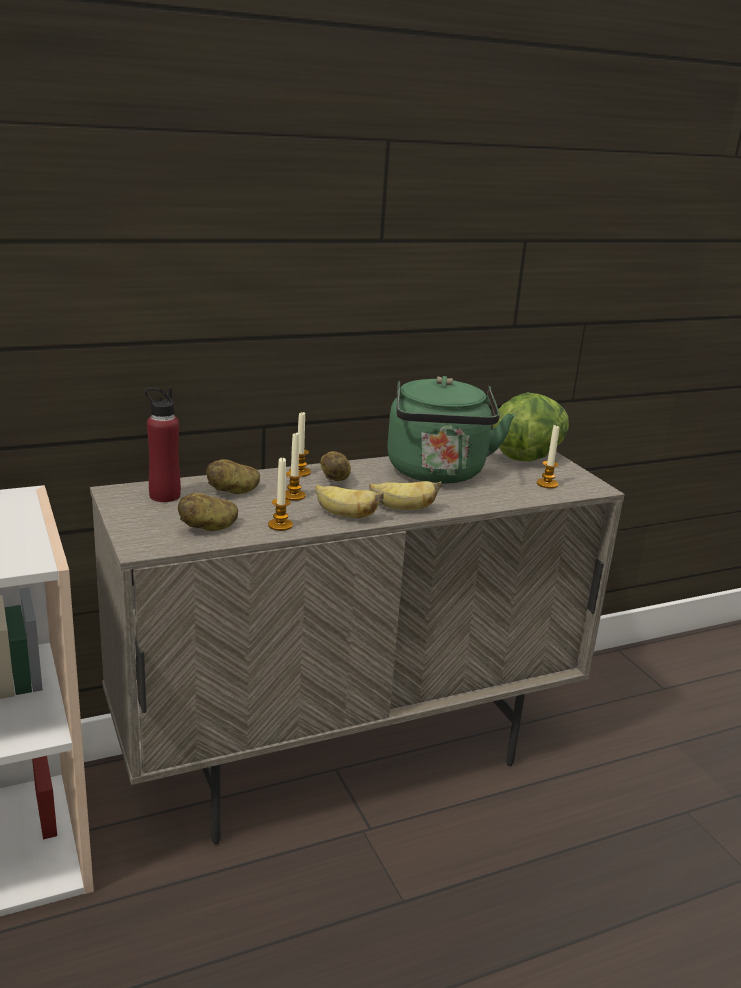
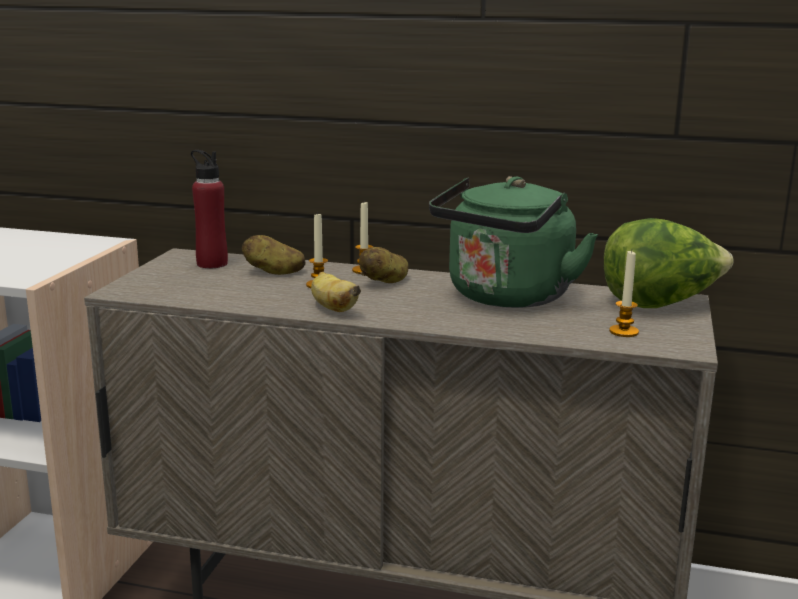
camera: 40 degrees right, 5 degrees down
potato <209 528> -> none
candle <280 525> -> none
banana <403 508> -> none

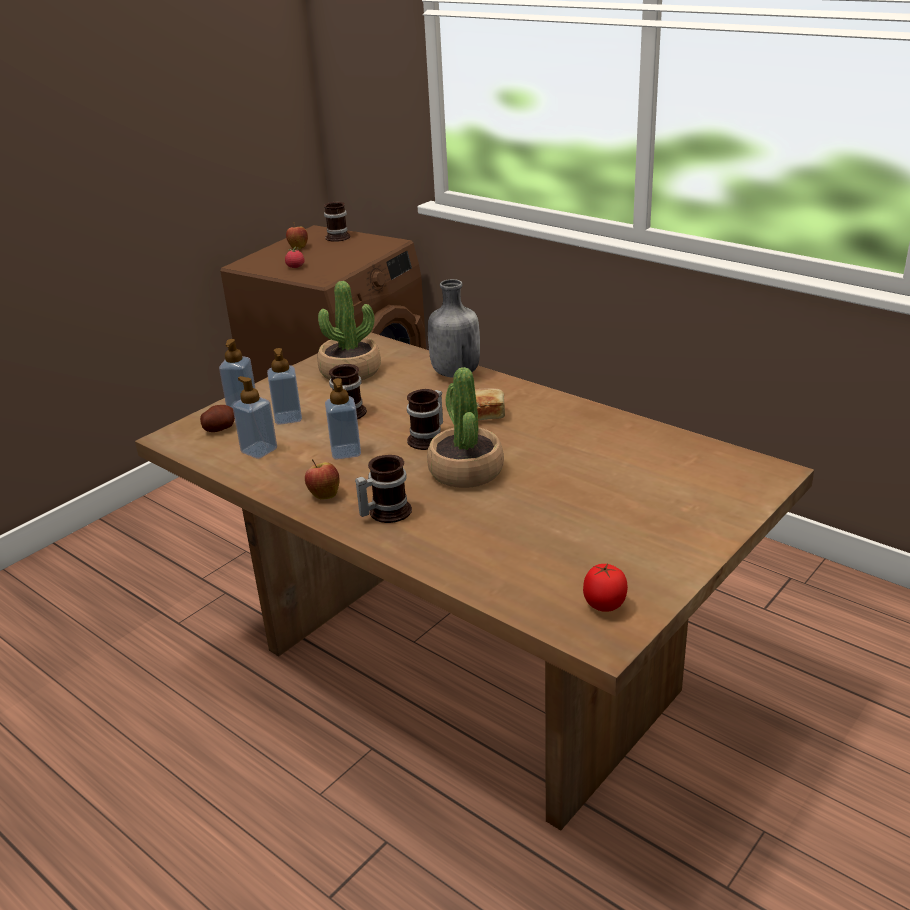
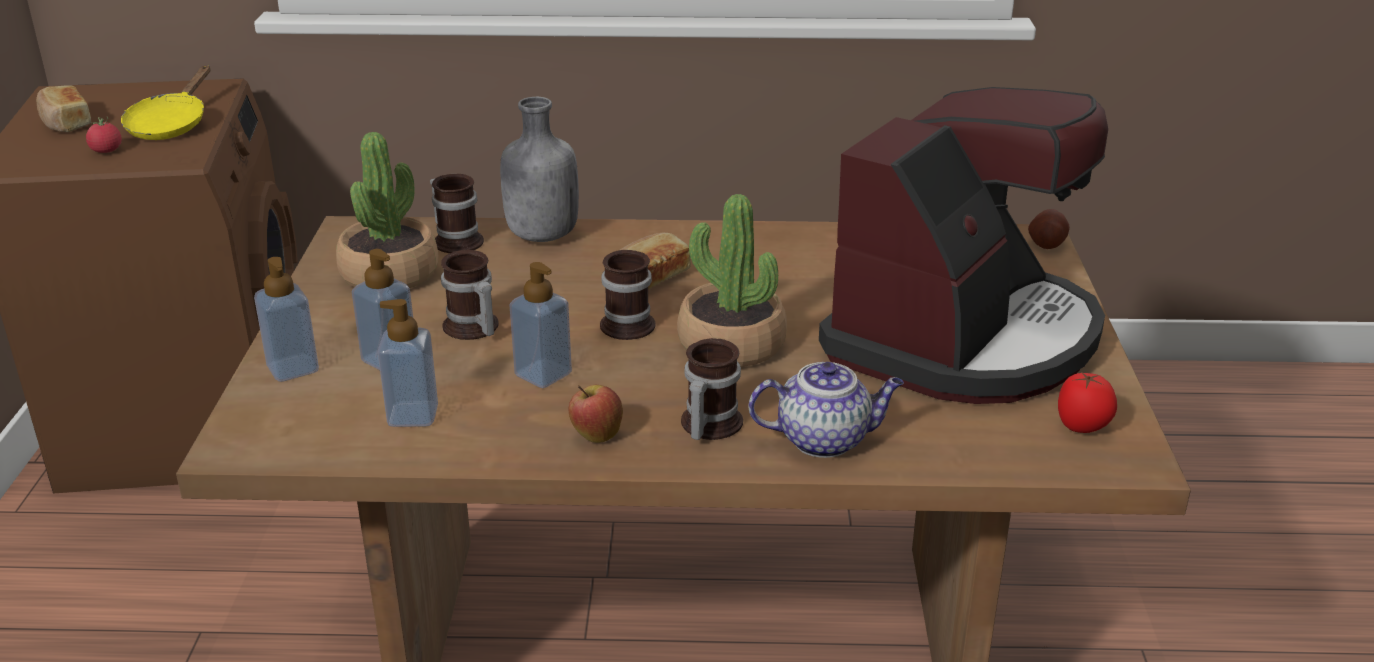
camera: 40 degrees left, 0 degrees up
potato <220 428> -> potato <1046 243>, move
apple <298 247> -> bread <65 123>
mug <339 236> -> mug <457 240>, move
none -> frying pan/yellow <170 125>
none -> teapot <825 439>
none -> coffee machine <964 338>

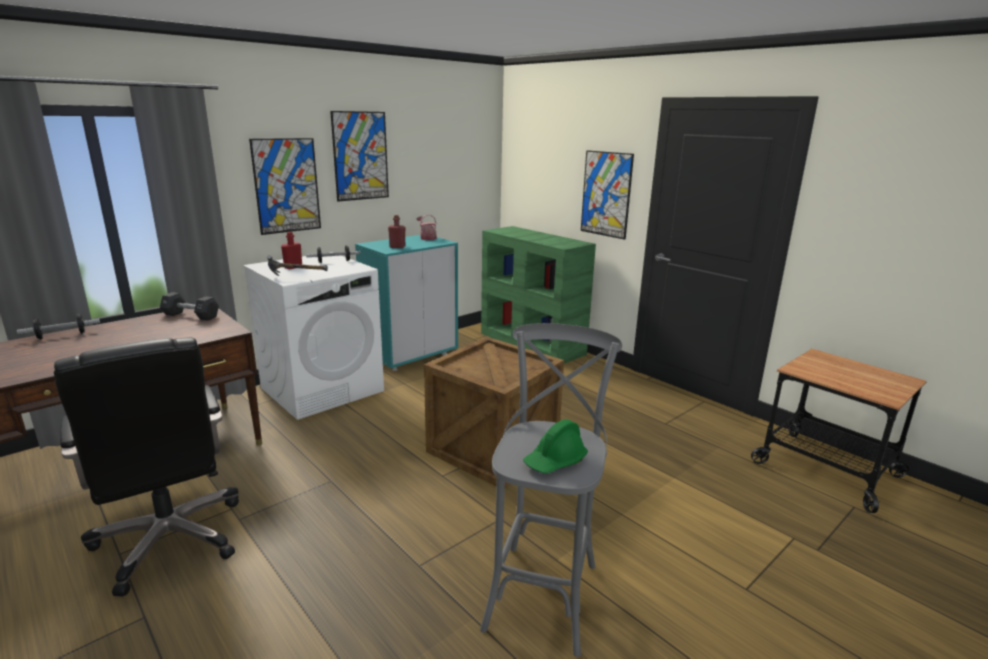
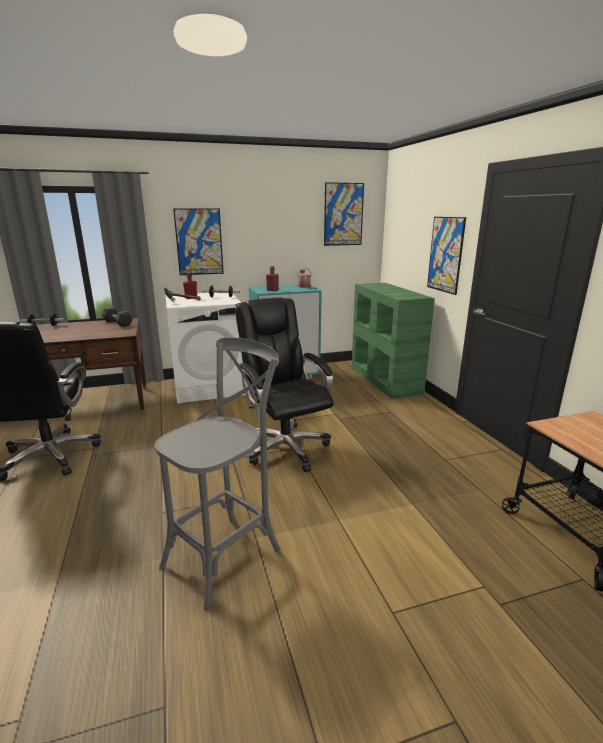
camera: 25 degrees right, 0 degrees up
picture <360 156> -> picture <343 214>, move
crate <492 447> -> office chair/black <284 447>
hard hat/green <555 461> -> none

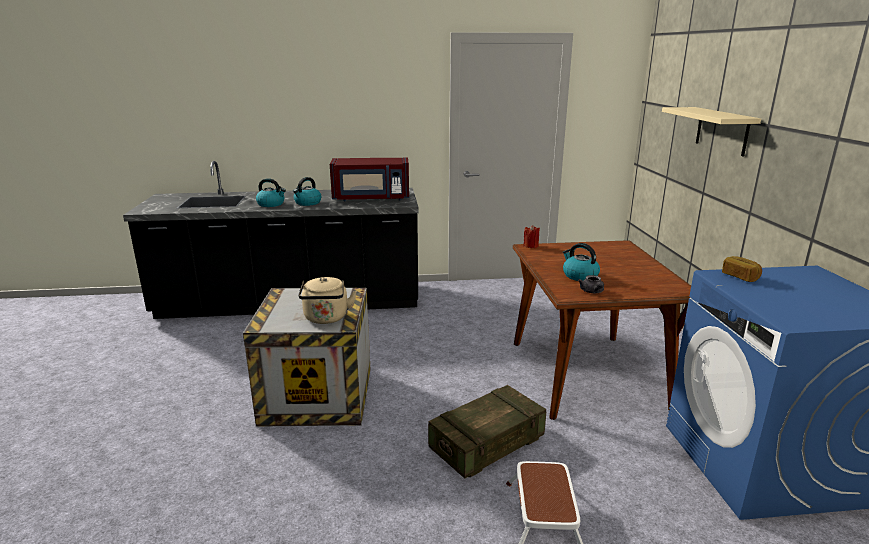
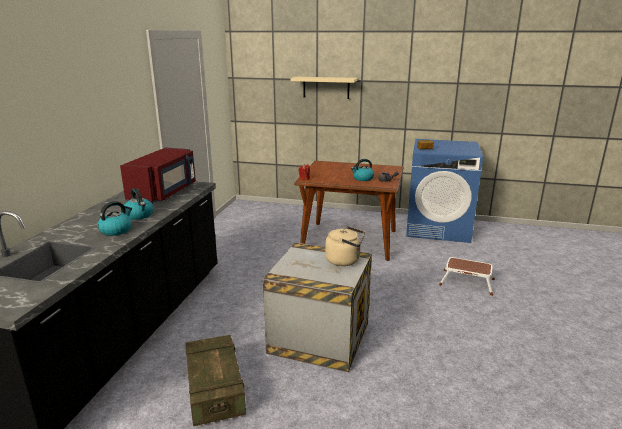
camera: 70 degrees left, 0 degrees up
crate <487 445> -> crate <215 390>, move

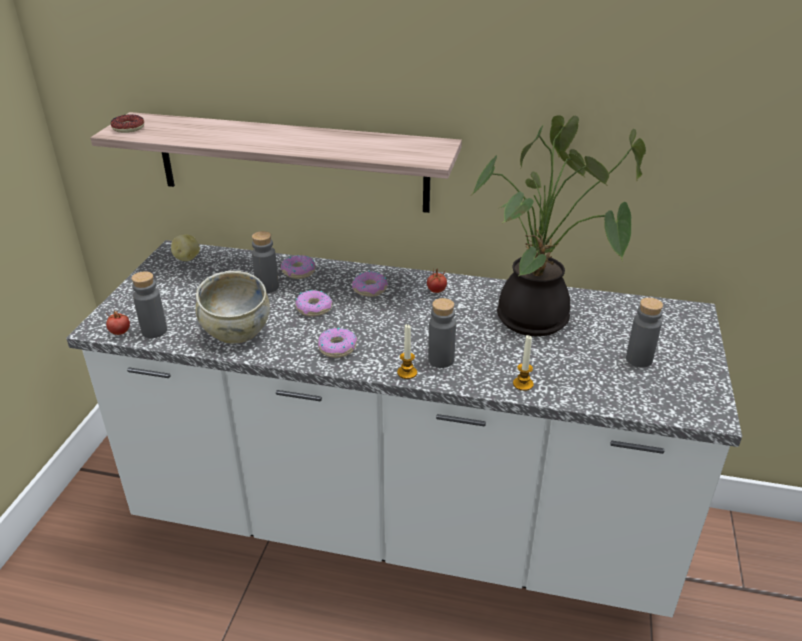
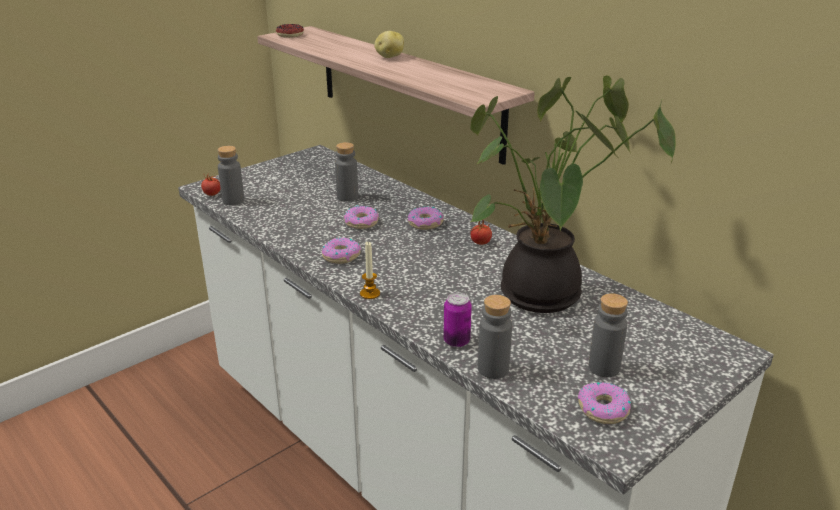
camera: 35 degrees right, 5 degrees down
potato <186 258> -> potato <389 57>, move
bowl/beige <236 331> -> none
donut <298 272> -> donut <603 409>, move
bottle/grey <441 360> -> bottle/grey <493 369>, move
candle <523 384> -> can <456 341>

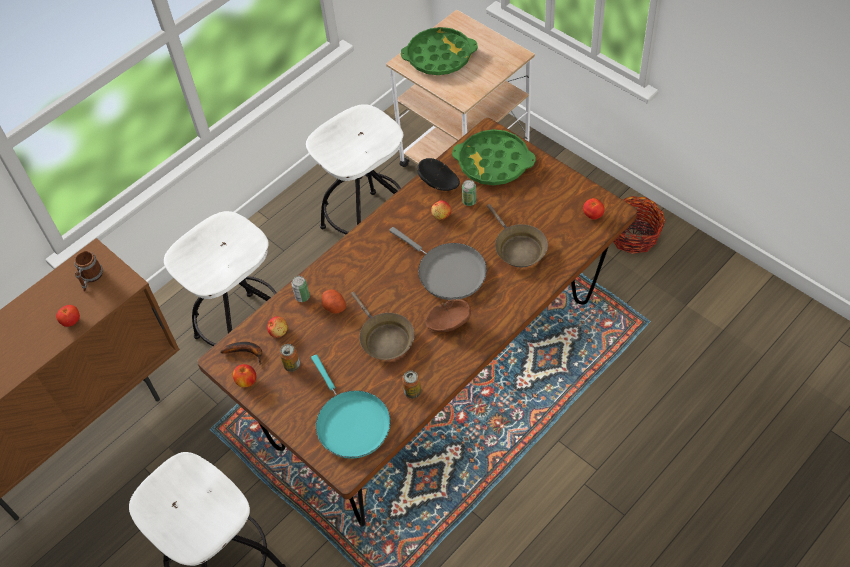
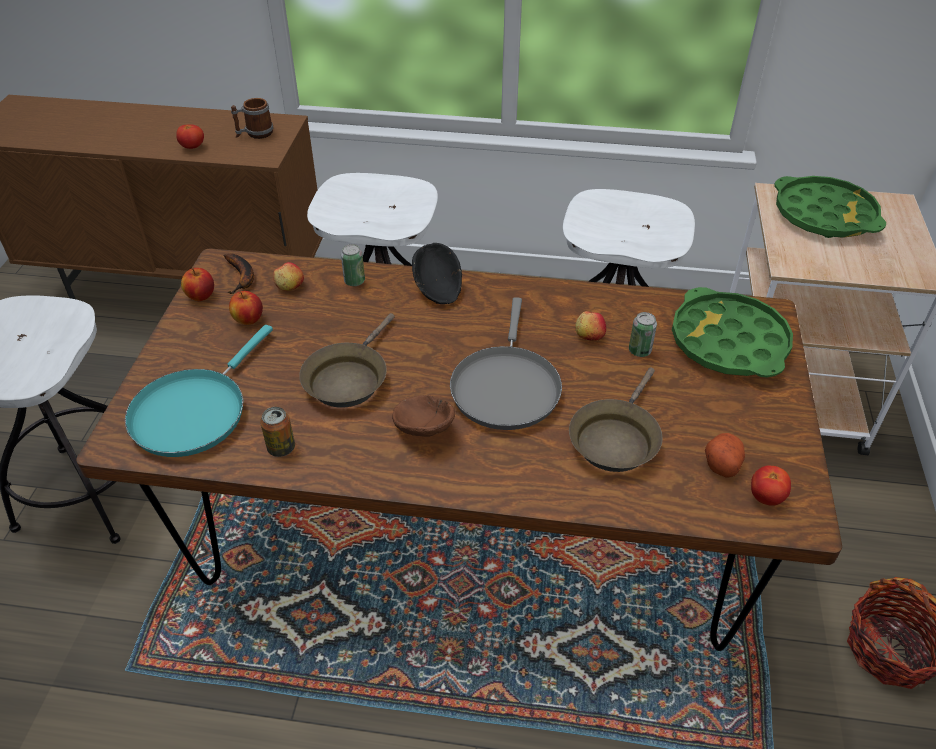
camera: 50 degrees right, 10 degrees down
can <292 365> -> apple <248 320>
potato <333 306> -> potato <721 463>, move
bowl/black <439 183> -> bowl/black <437 289>, move

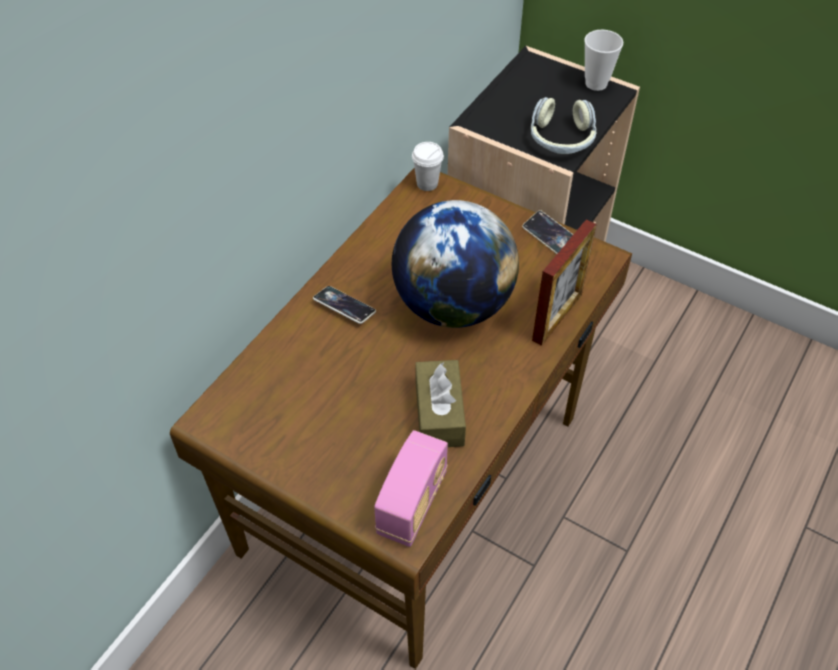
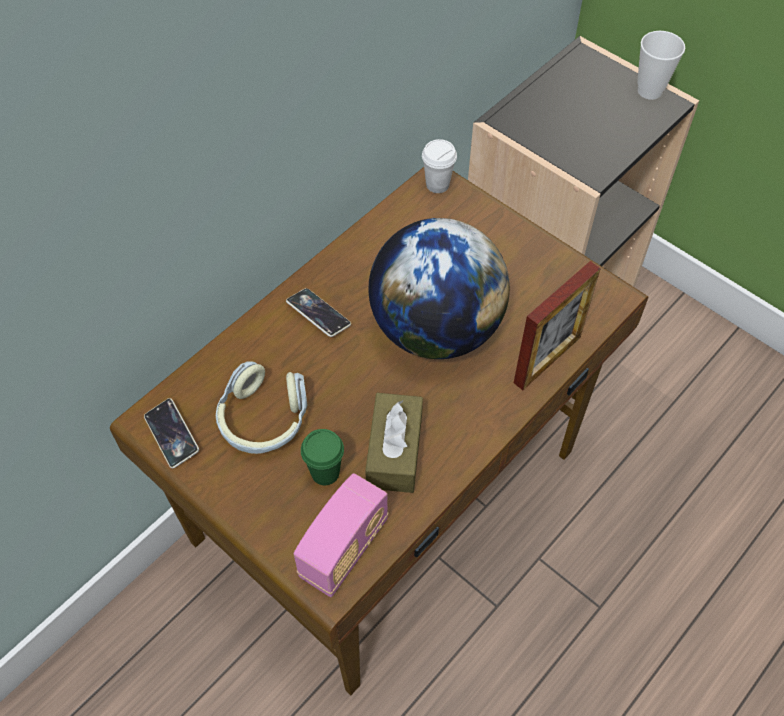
camera: 10 degrees right, 5 degrees up
phone <550 236> -> phone <172 435>, move
headphones <561 139> -> headphones <263 419>, move
none -> cup/green <325 472>

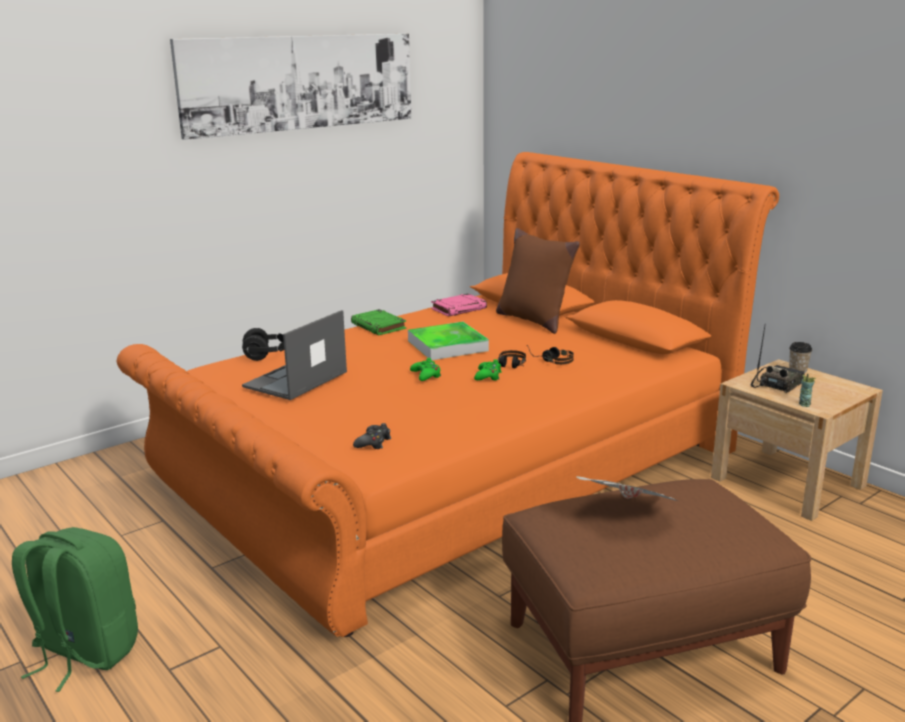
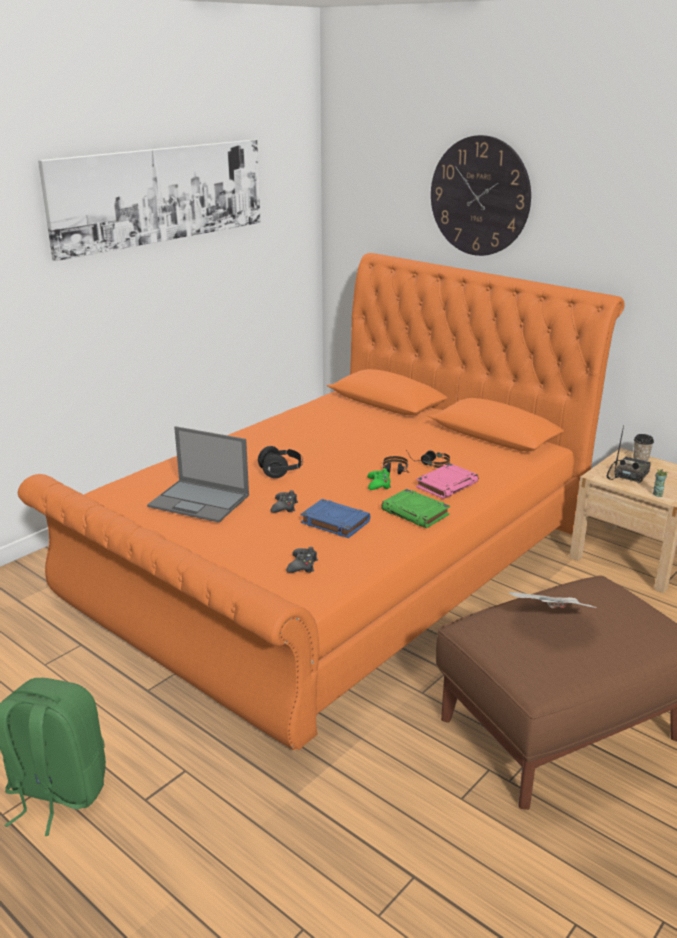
camera: 10 degrees left, 5 degrees up
laptop <295 380> -> laptop <200 501>, 90 degrees counterclockwise
headphones/black <266 355> -> headphones/black <281 472>, move
book/green <379 326> -> book/green <416 513>, move
tray <447 346> -> none
game controller/green <426 375> -> none
book/pink <459 309> -> book/pink <447 485>, move
pillow/brown <533 320> -> none
none -> game controller/black <284 507>
none -> book/blue <334 522>
none -> wall clock <479 196>

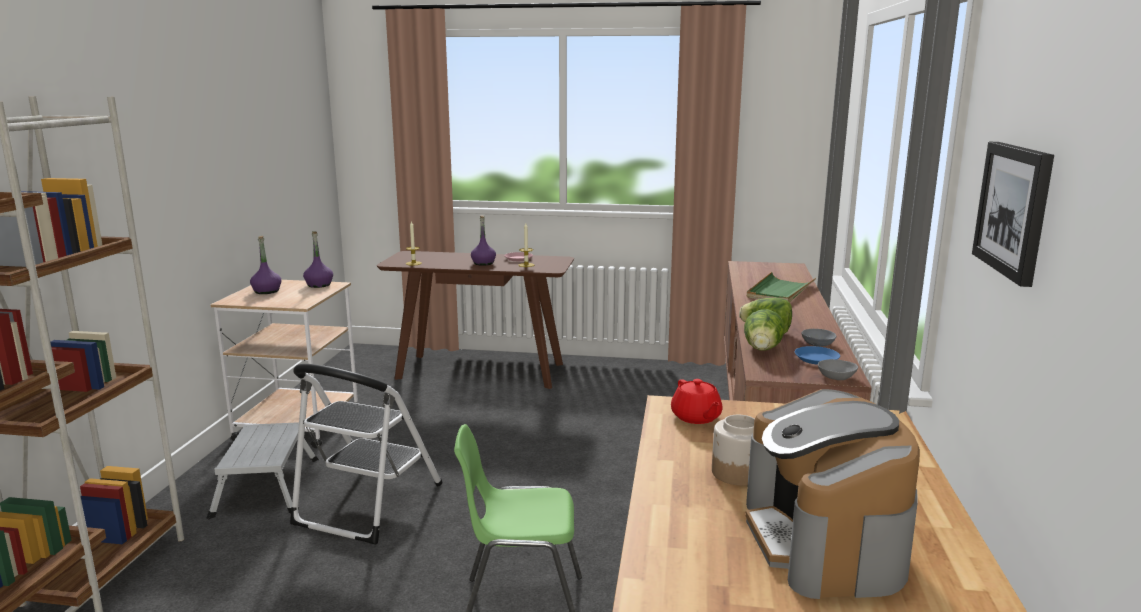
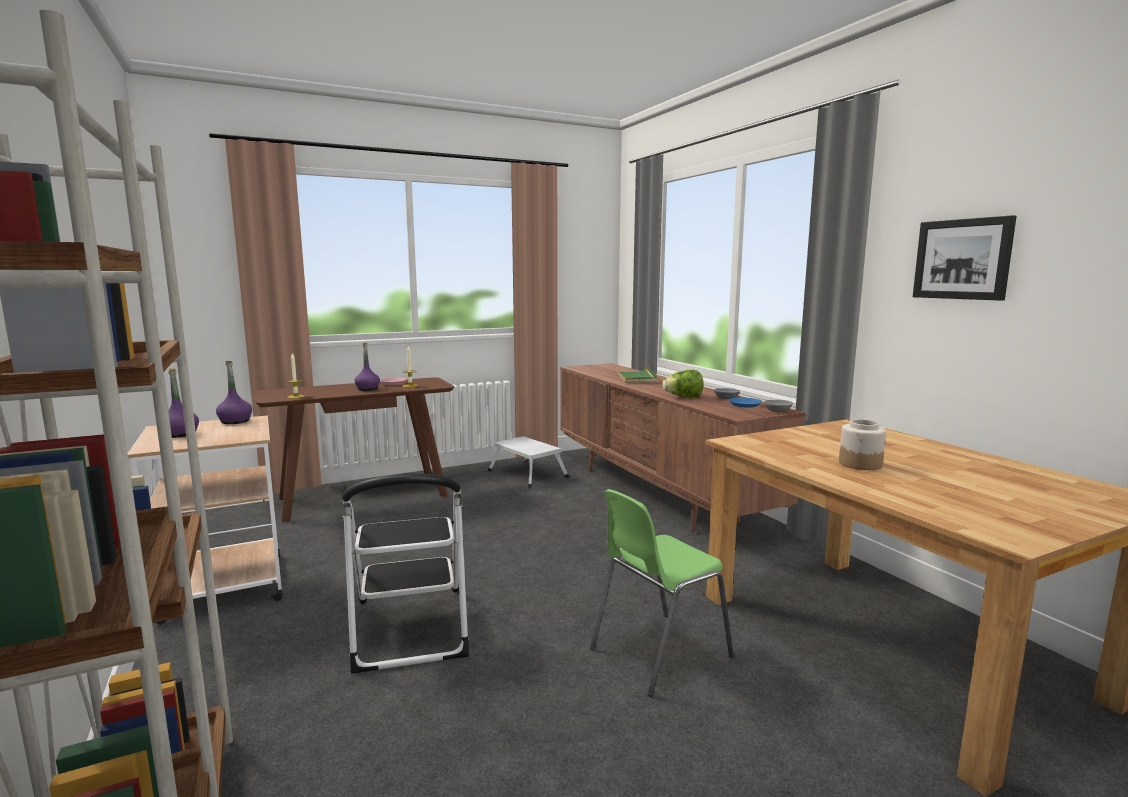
camera: 35 degrees left, 5 degrees down
step ladder/white <266 487> -> step ladder/white <528 474>, move
teapot/red <696 417> -> none
lettuce <762 350> -> none
coffee machine <824 541> -> none

